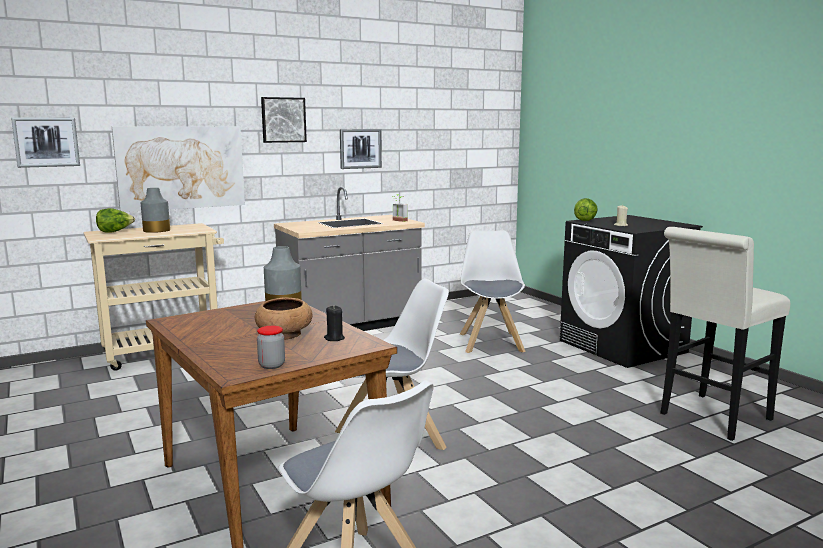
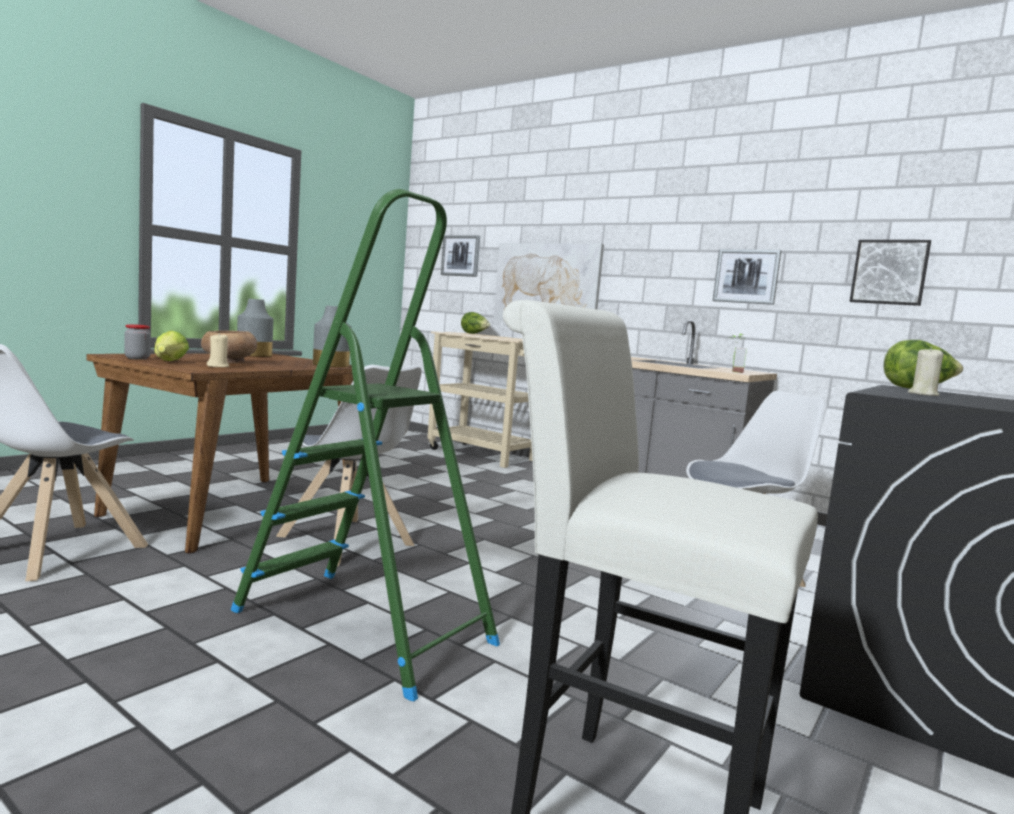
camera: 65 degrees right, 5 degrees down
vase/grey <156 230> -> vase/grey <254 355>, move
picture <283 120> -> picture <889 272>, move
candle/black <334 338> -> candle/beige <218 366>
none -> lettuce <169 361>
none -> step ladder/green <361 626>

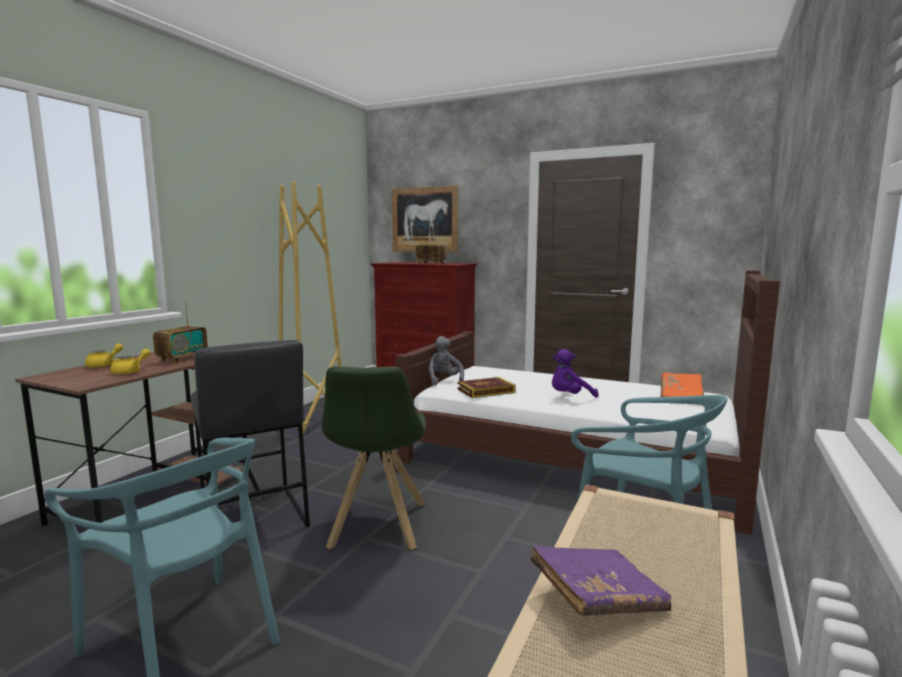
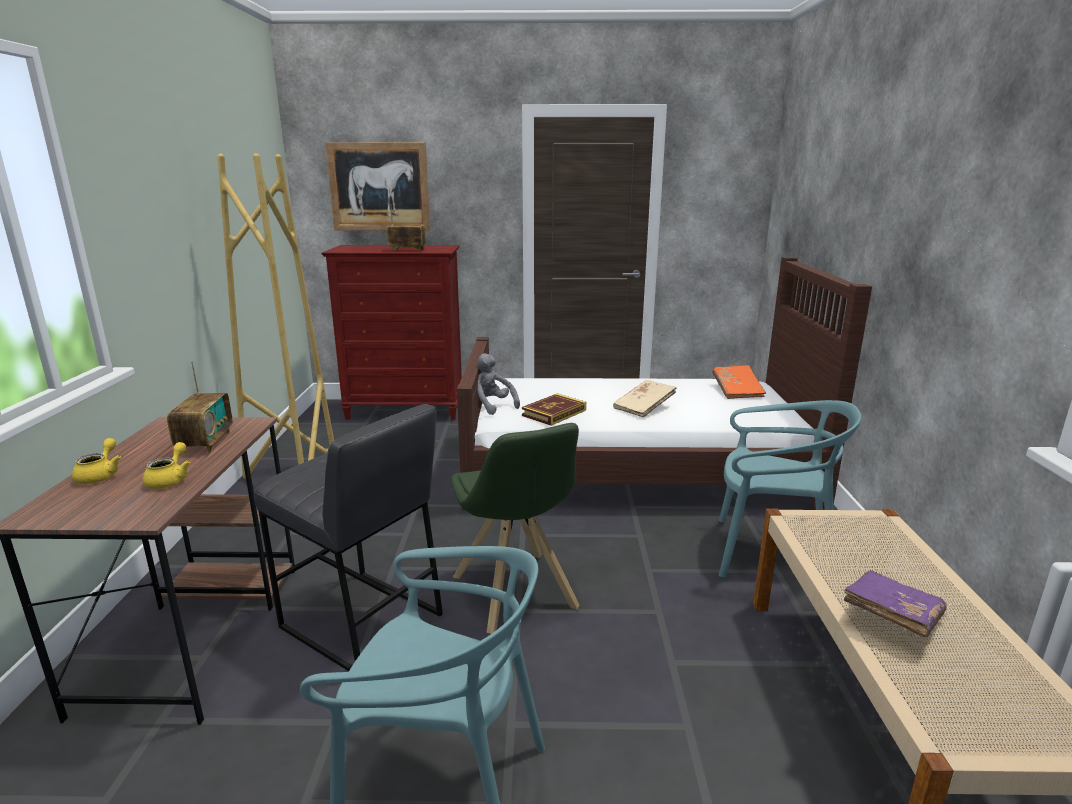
camera: 25 degrees left, 10 degrees up
plush toy/purple <570 397> -> book/beige <644 407>

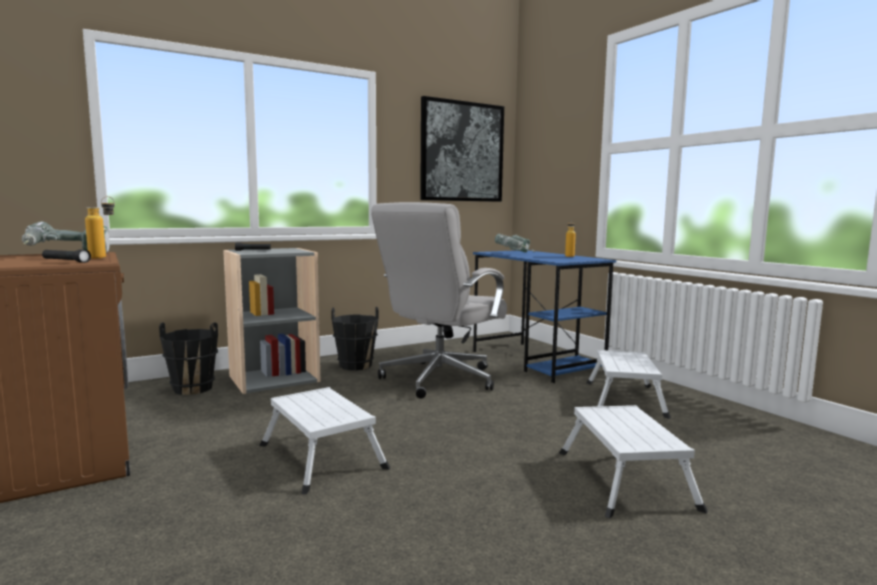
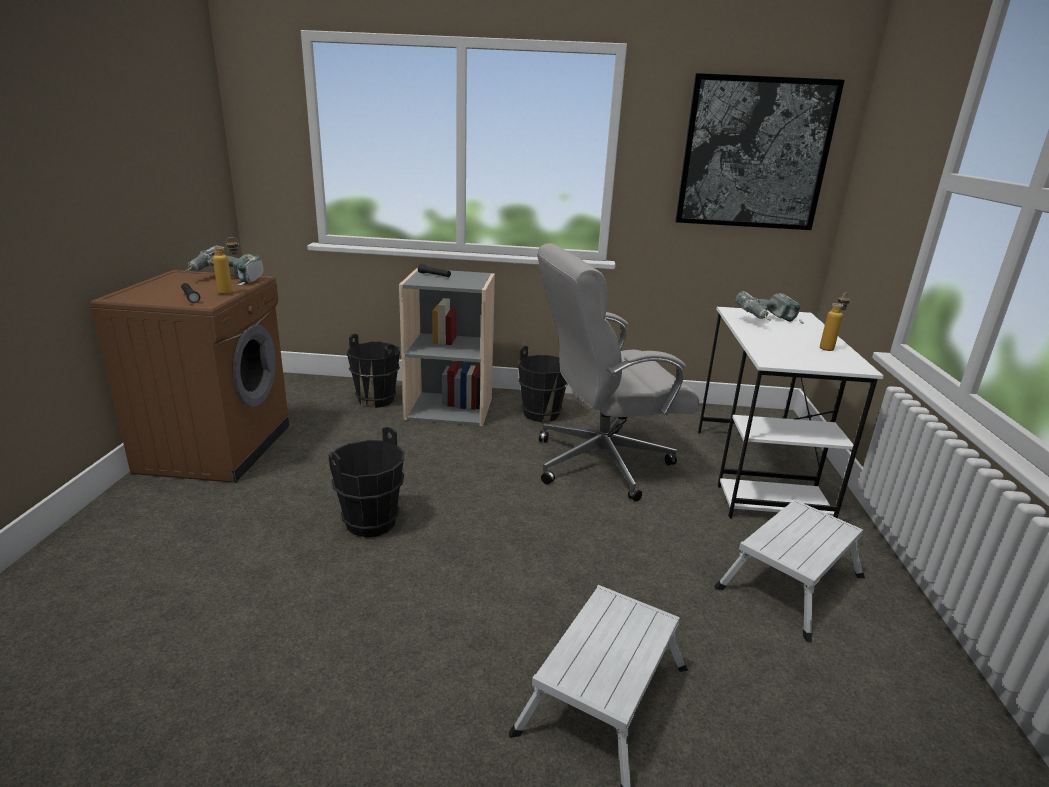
camera: 35 degrees right, 15 degrees up
step ladder/white <322 456> -> bucket/black <371 522>
desk/blue <536 361> -> desk/white <758 474>

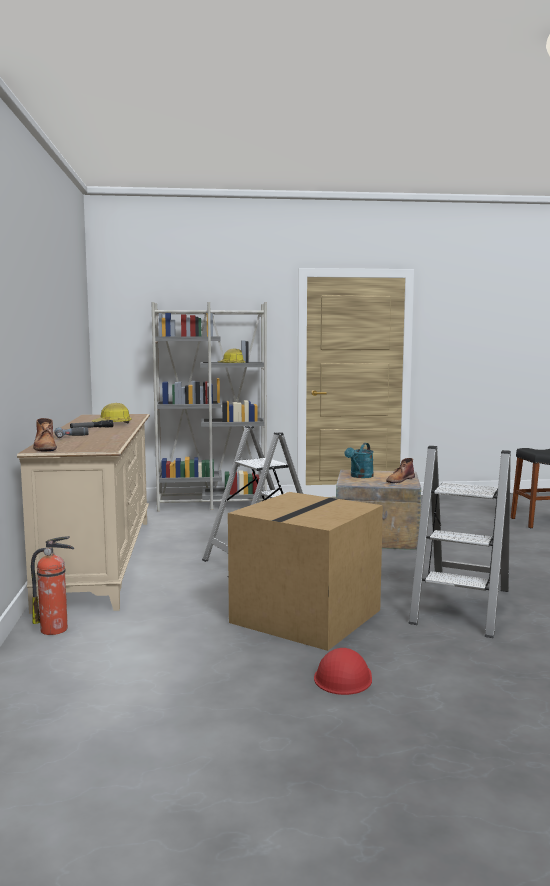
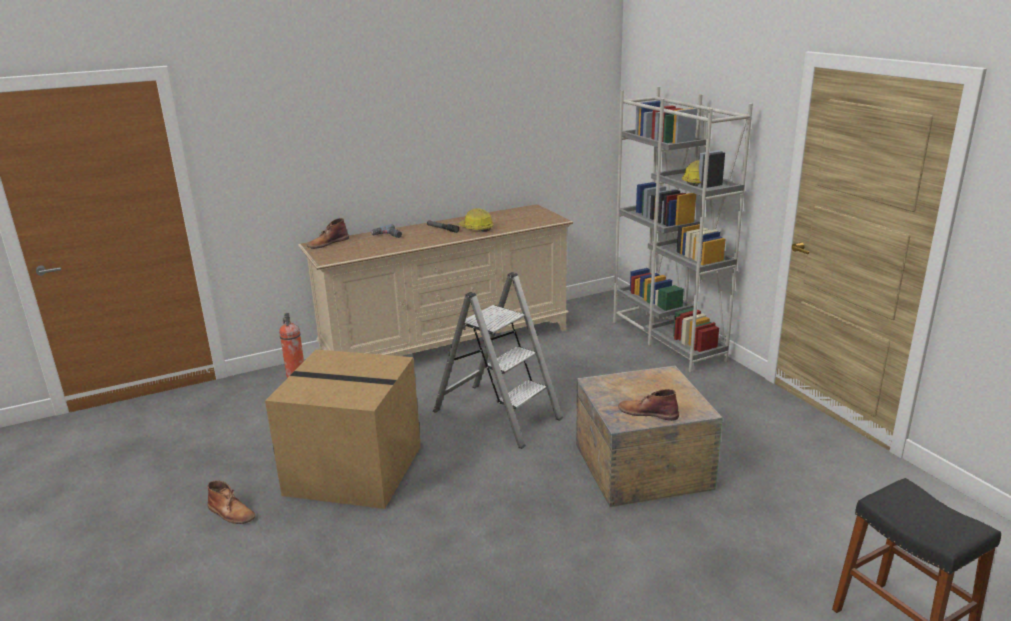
camera: 70 degrees right, 15 degrees up
hard hat/red <343 677> -> boot/brown <231 513>
watering can/turquoise <360 476> -> none
step ladder/grey <462 605> -> none

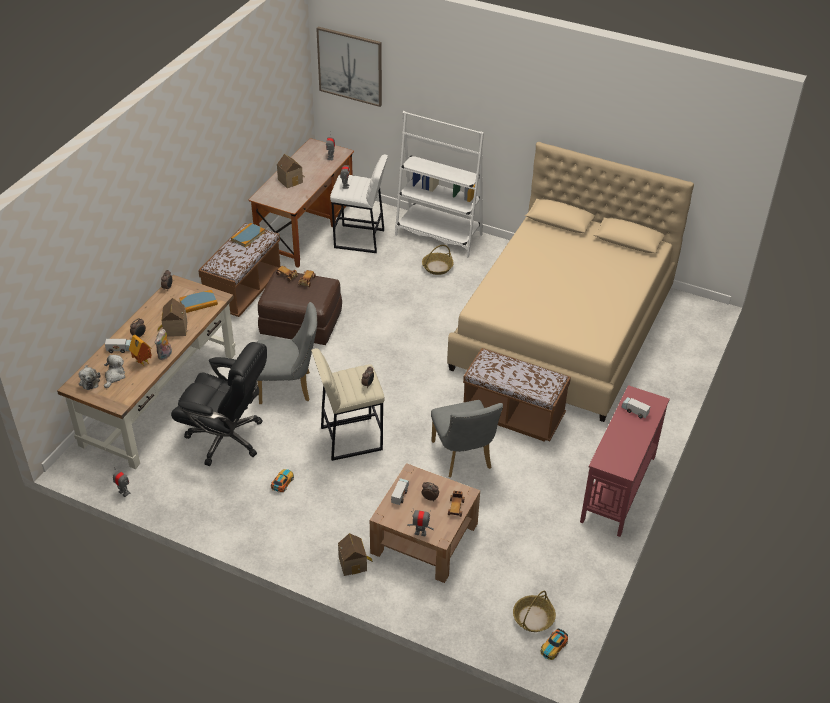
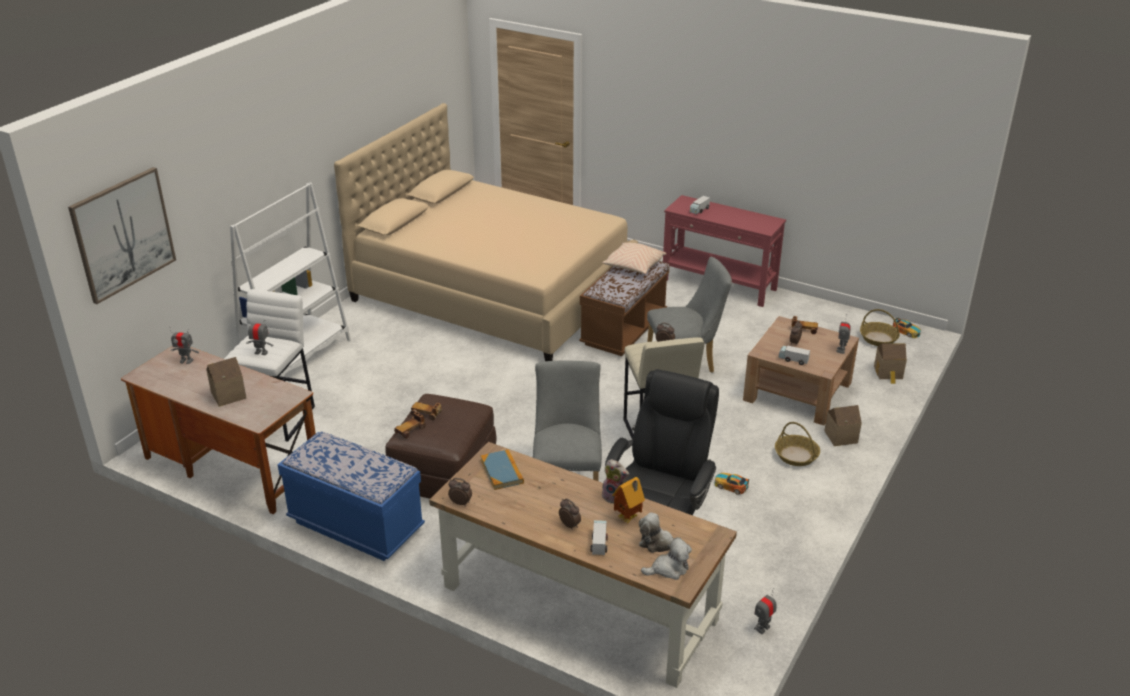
camera: 85 degrees left, 10 degrees down
toy house <174 329> -> toy house <888 373>, move
bench/brown <243 290> -> bench/blue <356 526>
book <248 236> -> none
basket <437 267> -> basket <796 456>, move
none -> pillow/beige <634 266>

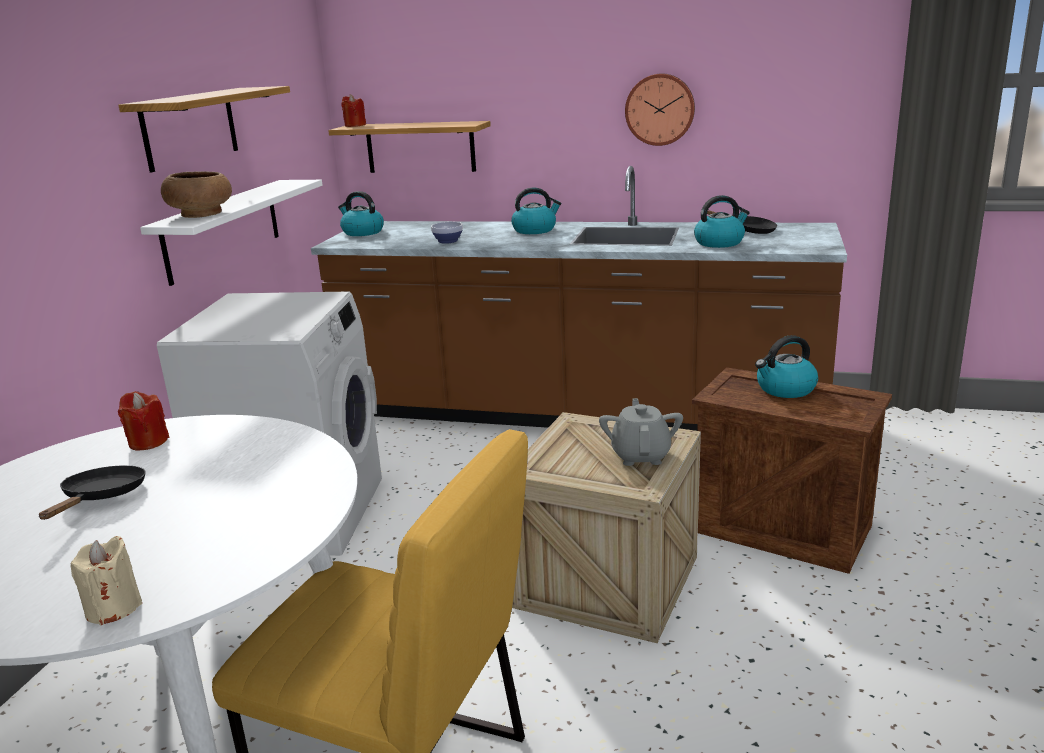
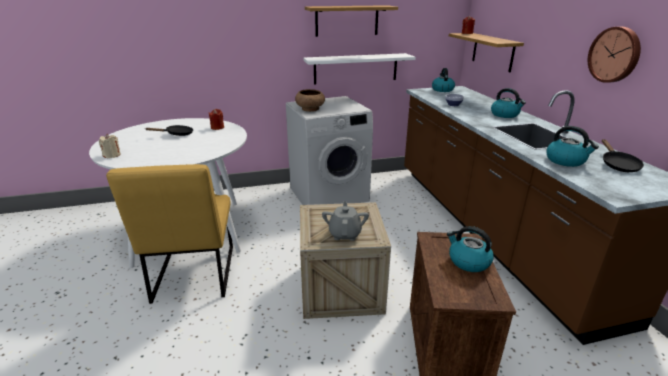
camera: 60 degrees right, 5 degrees up
bowl/brown <201 214> -> bowl/brown <310 109>, move
teapot/grey <641 456> -> teapot/grey <345 234>, 60 degrees counterclockwise

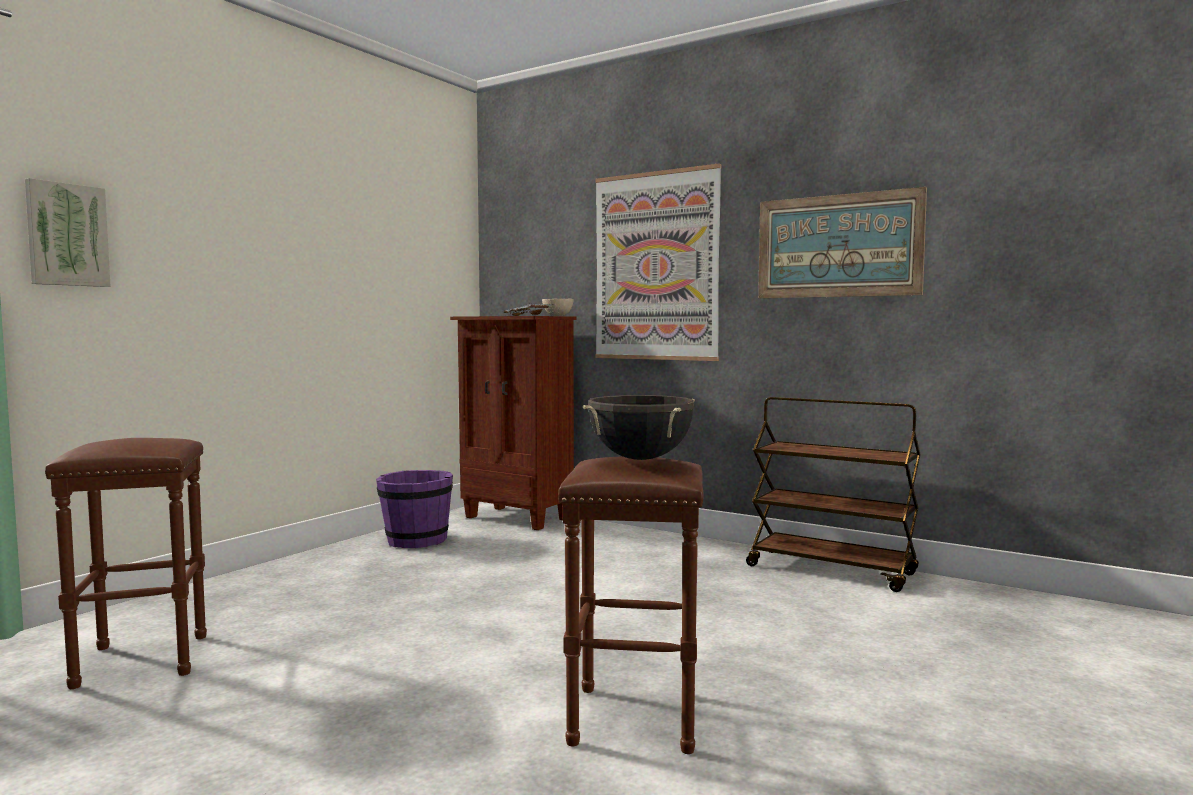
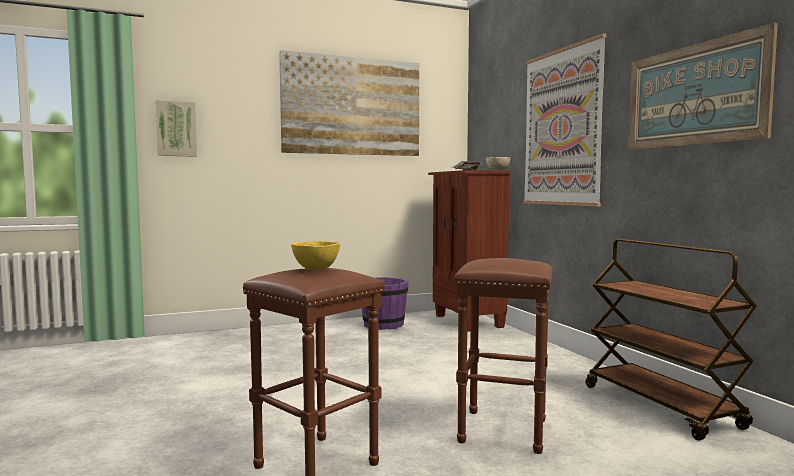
camera: 35 degrees right, 0 degrees up
stool/brown <144 661> -> stool/brown <504 431>, move
cooking pot/black <640 459> -> bowl/yellow <315 269>
none -> picture <352 106>

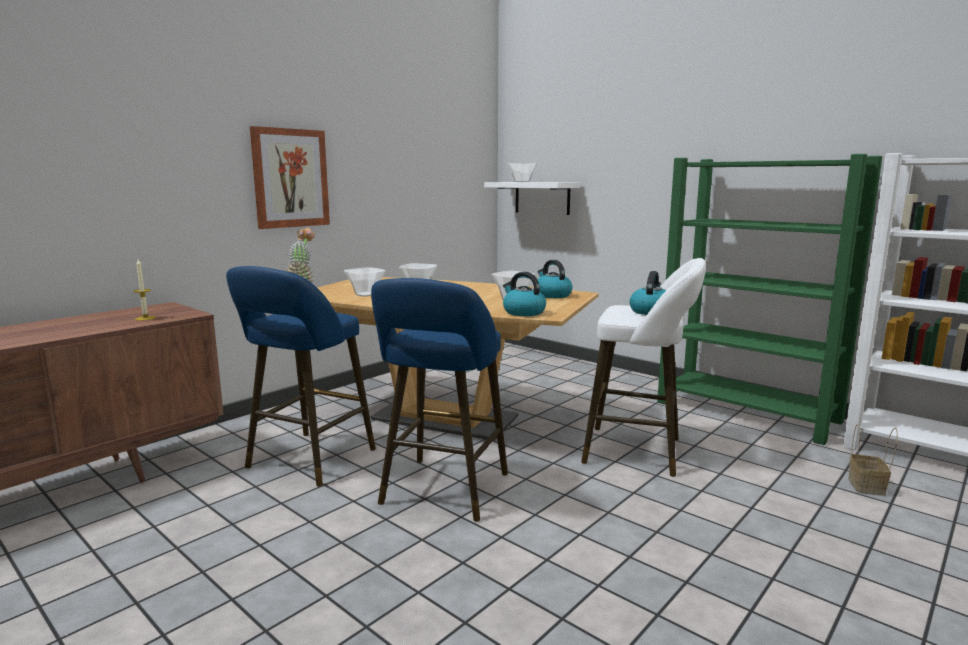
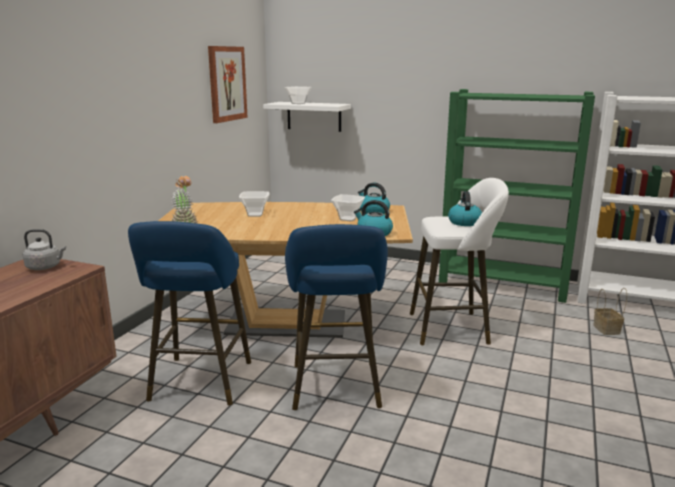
camera: 20 degrees left, 5 degrees up
candle <145 318> -> none
picture <290 178> -> picture <227 84>, move
bowl <366 294> -> none
none -> kettle/grey <45 267>

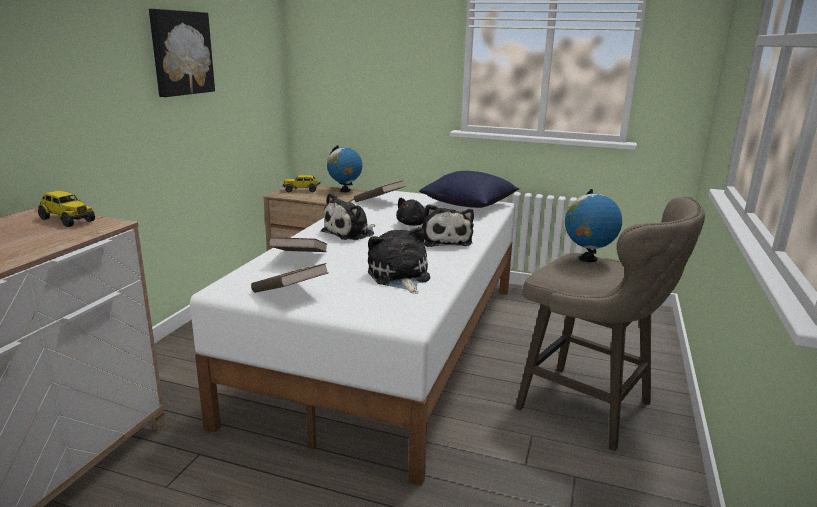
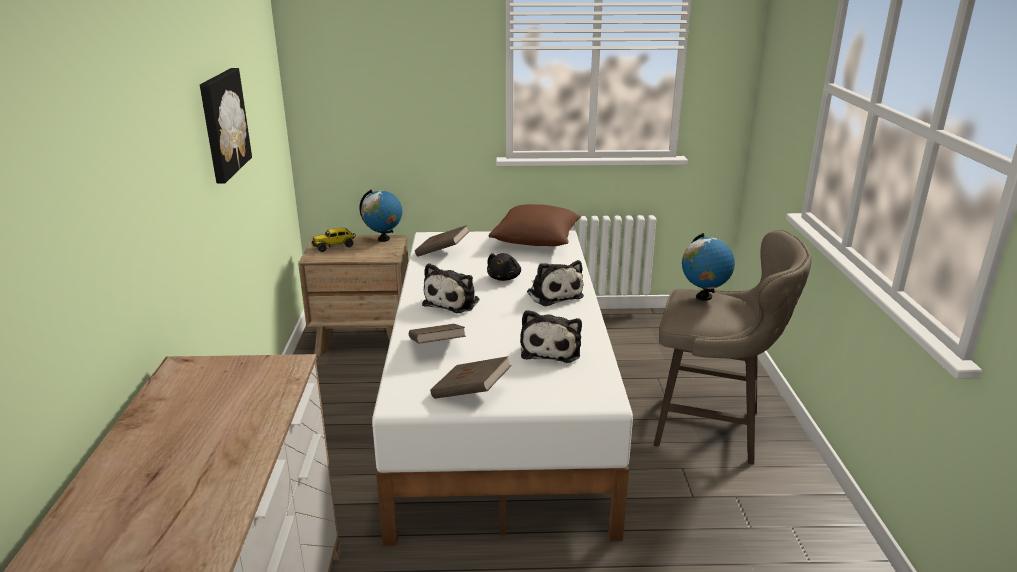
camera: 20 degrees left, 5 degrees up
toy truck <67 220> -> none
plush toy <399 277> -> plush toy <551 349>, 135 degrees counterclockwise
pillow/blue <469 205> -> pillow/brown <536 241>

